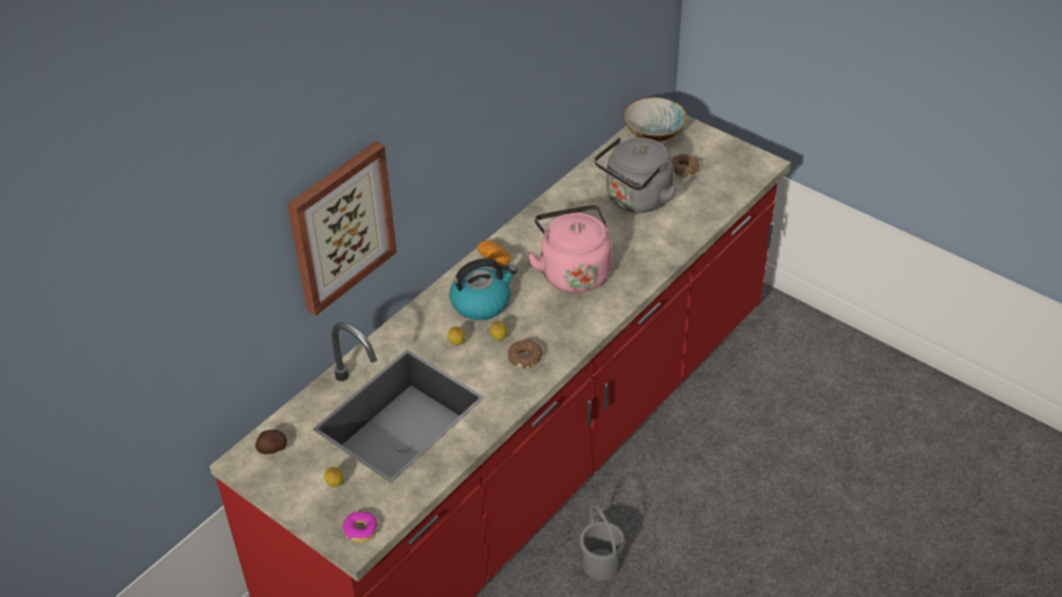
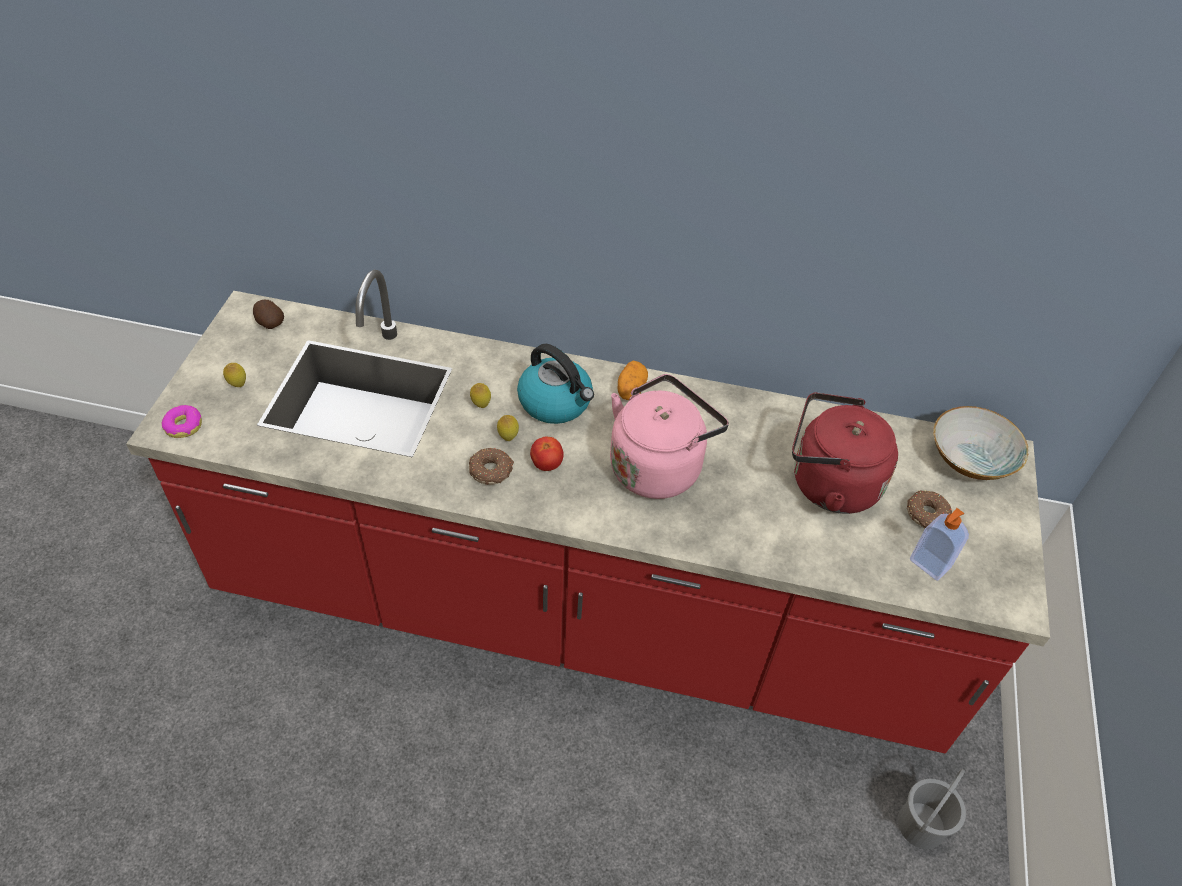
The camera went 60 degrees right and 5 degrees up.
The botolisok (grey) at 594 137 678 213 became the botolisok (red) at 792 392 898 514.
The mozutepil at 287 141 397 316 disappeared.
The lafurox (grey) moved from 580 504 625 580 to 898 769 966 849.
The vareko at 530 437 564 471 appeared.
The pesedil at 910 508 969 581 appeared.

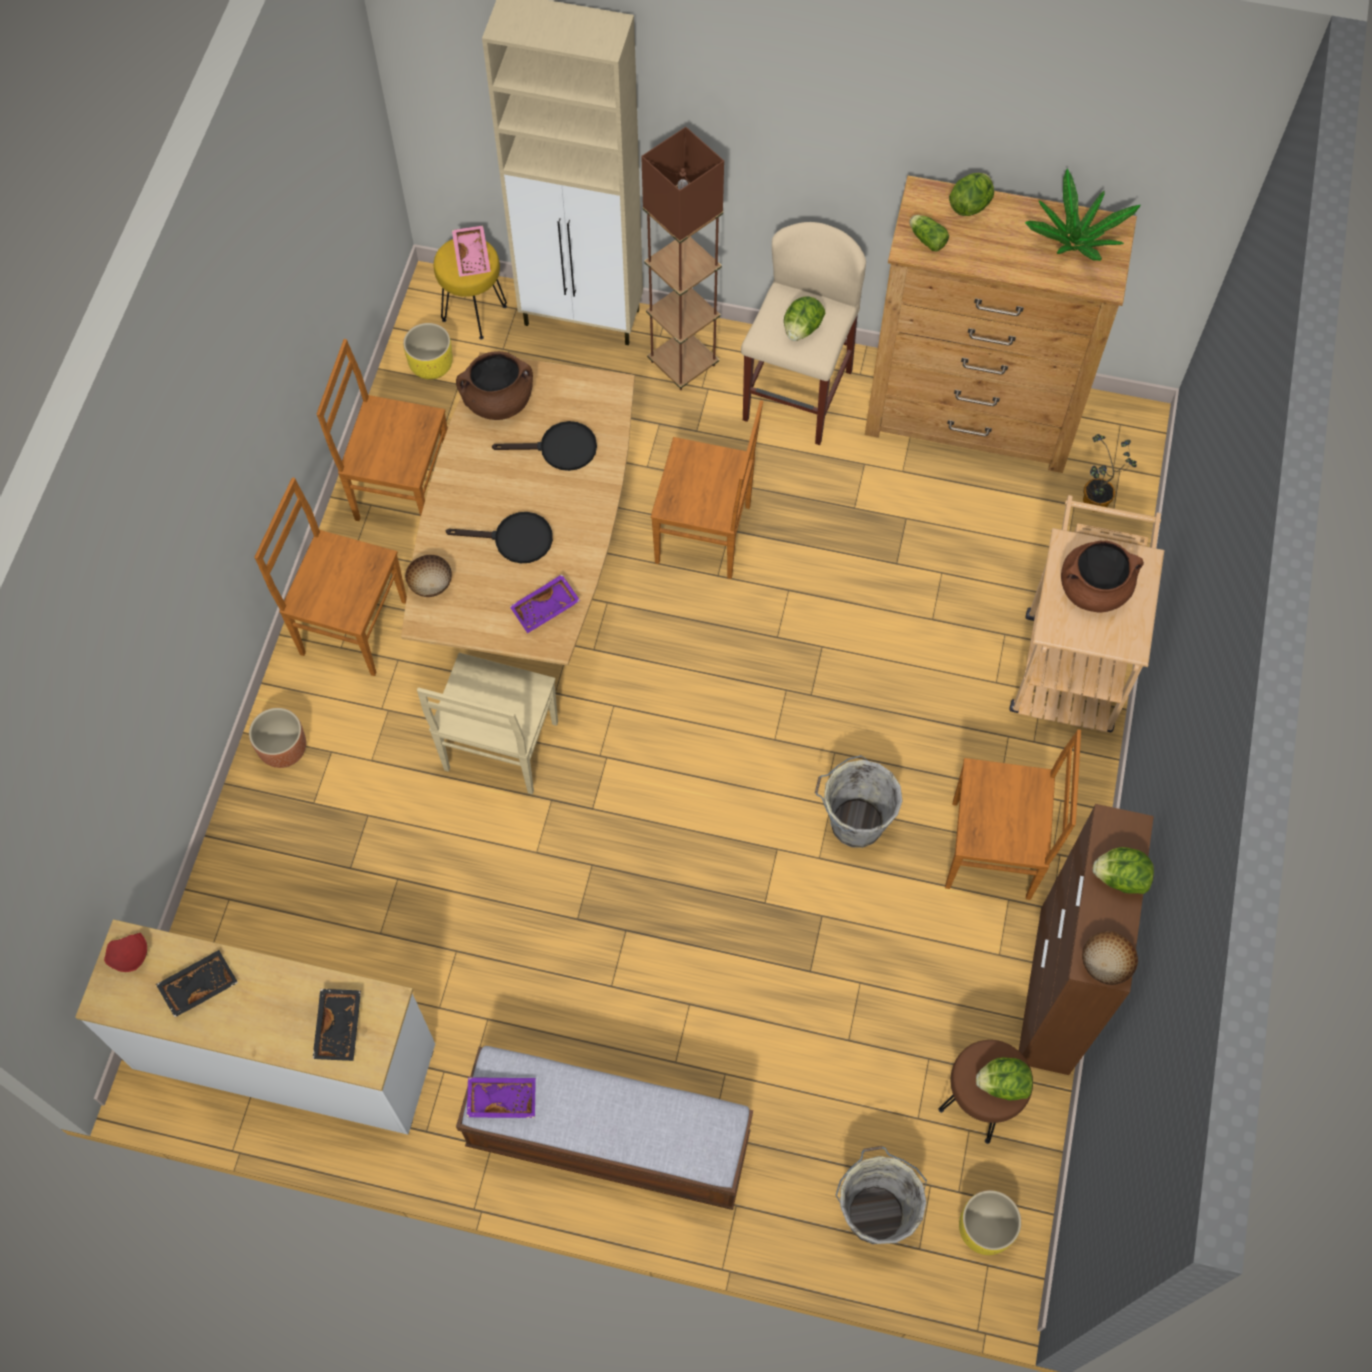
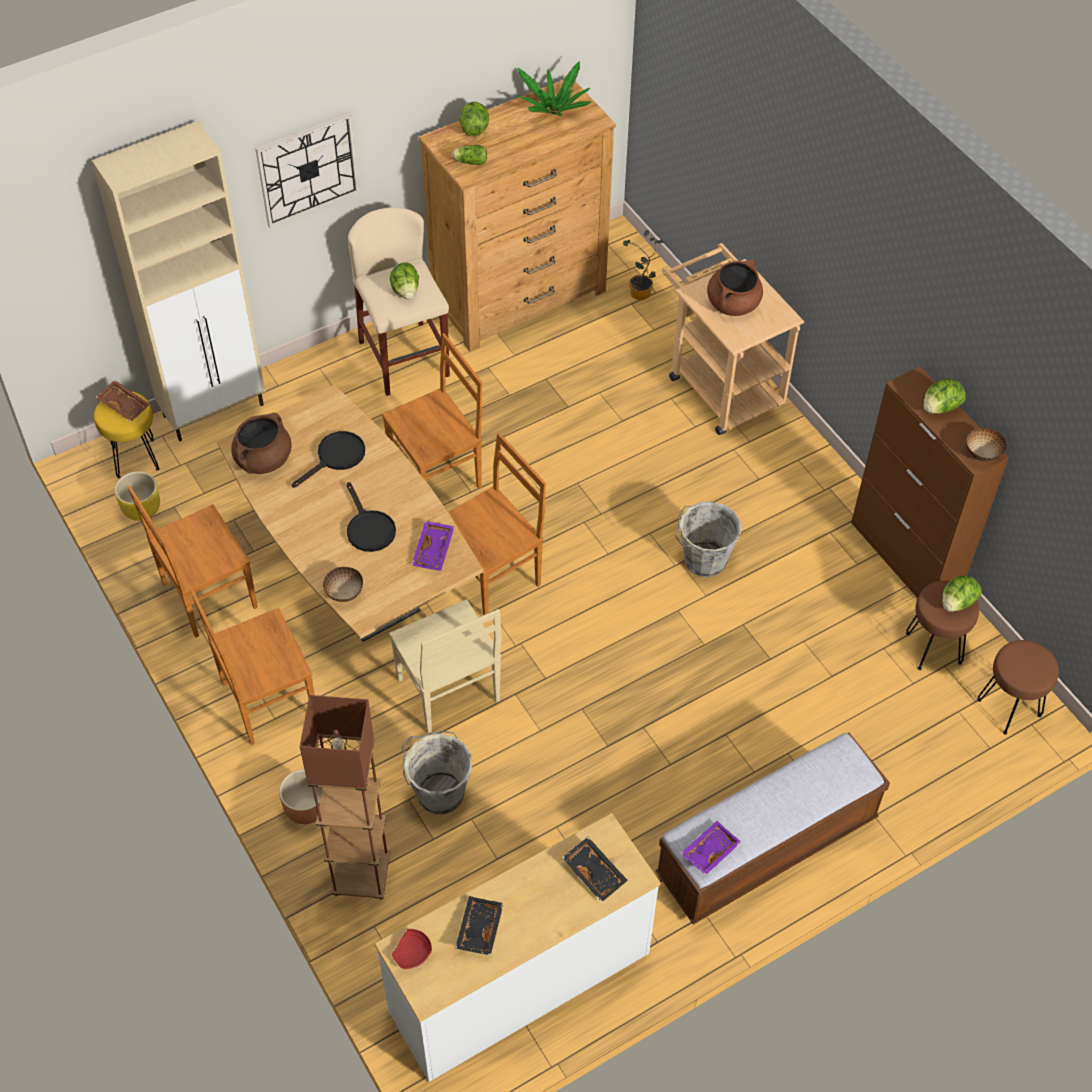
The camera went 45 degrees left and 10 degrees down.
The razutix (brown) moved from 641 127 724 390 to 300 695 391 900.
The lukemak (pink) at 452 226 491 277 became the lukemak (brown) at 96 380 150 422.
The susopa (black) at 446 512 553 563 turned 105 degrees clockwise.
The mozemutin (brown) moved from 945 729 1081 900 to 448 432 546 615.
The lafurox (grey) moved from 836 1146 927 1244 to 401 731 472 814.
The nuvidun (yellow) at 959 1190 1021 1255 was replaced by the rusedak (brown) at 977 640 1059 735.
The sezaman at 255 112 360 228 appeared.

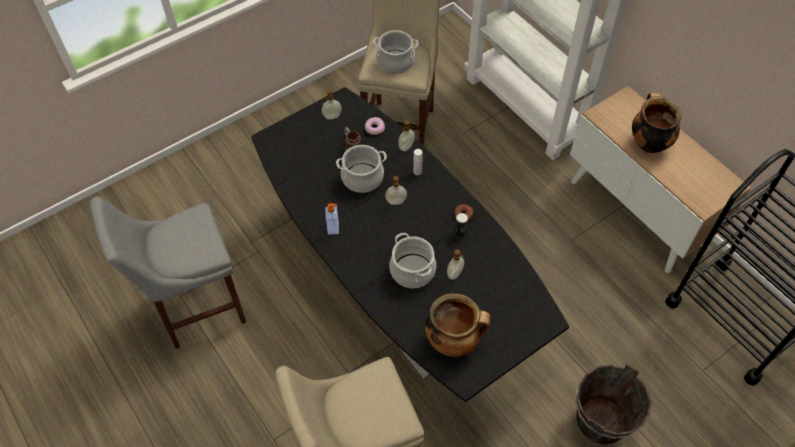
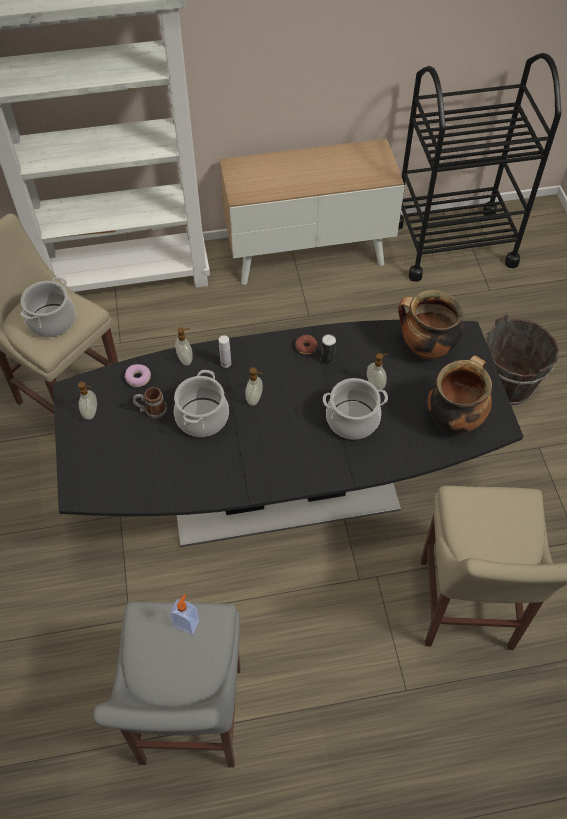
The camera went 65 degrees left and 0 degrees up.
The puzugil moved from 632 93 682 153 to 398 290 463 359.
The pesedil moved from 325 204 339 234 to 169 594 199 634.

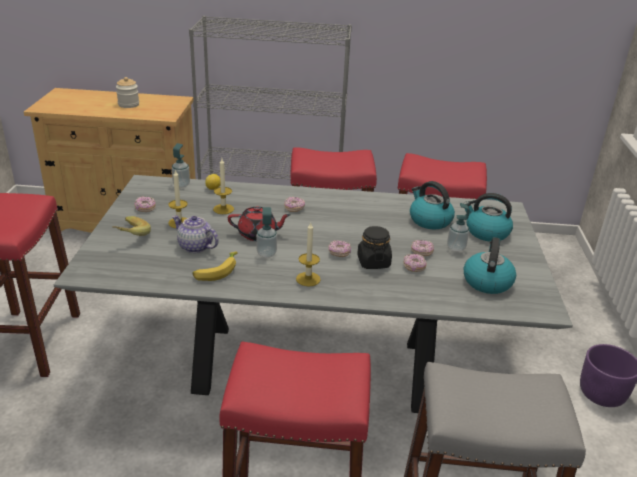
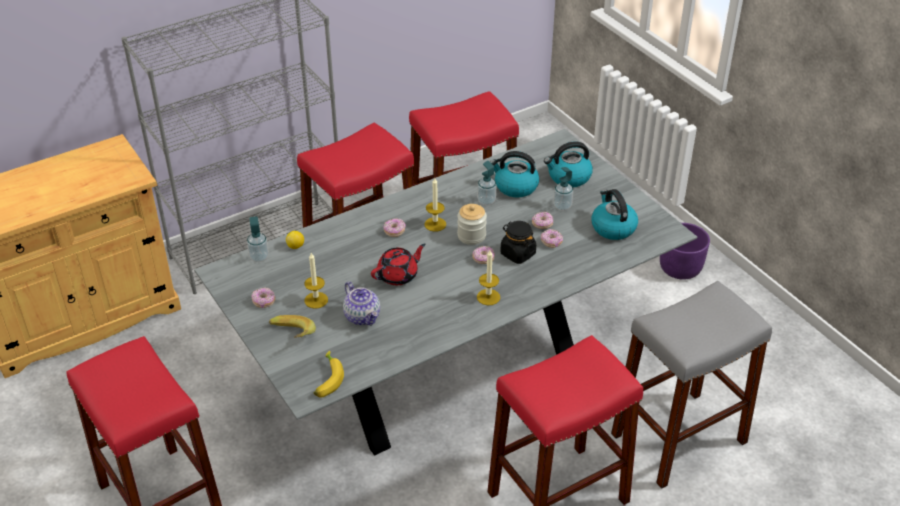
The camera went 35 degrees left and 10 degrees up.
The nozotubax moved from 116 77 139 108 to 457 204 487 245.
The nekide moved from 213 158 234 214 to 425 178 446 232.
The pesedil moved from 256 207 277 258 to 477 161 496 205.
The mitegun at 172 215 219 253 turned 120 degrees counterclockwise.
The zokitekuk moved from 193 251 238 281 to 314 350 344 398.

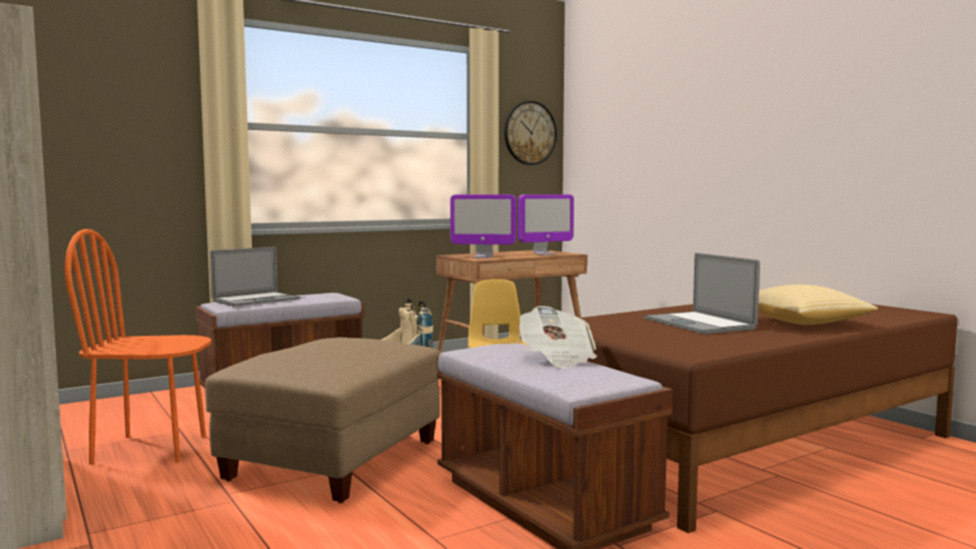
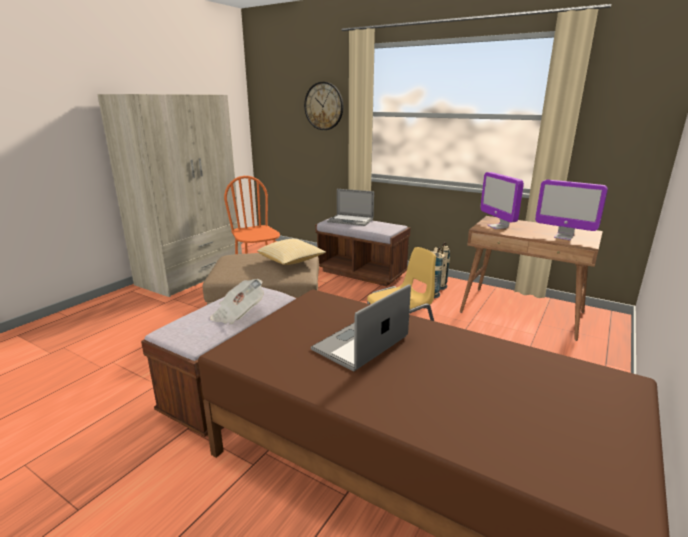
The camera went 65 degrees right and 15 degrees up.
The sezaman moved from 504 101 557 165 to 304 82 343 130.
The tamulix moved from 758 285 878 325 to 257 239 326 265.

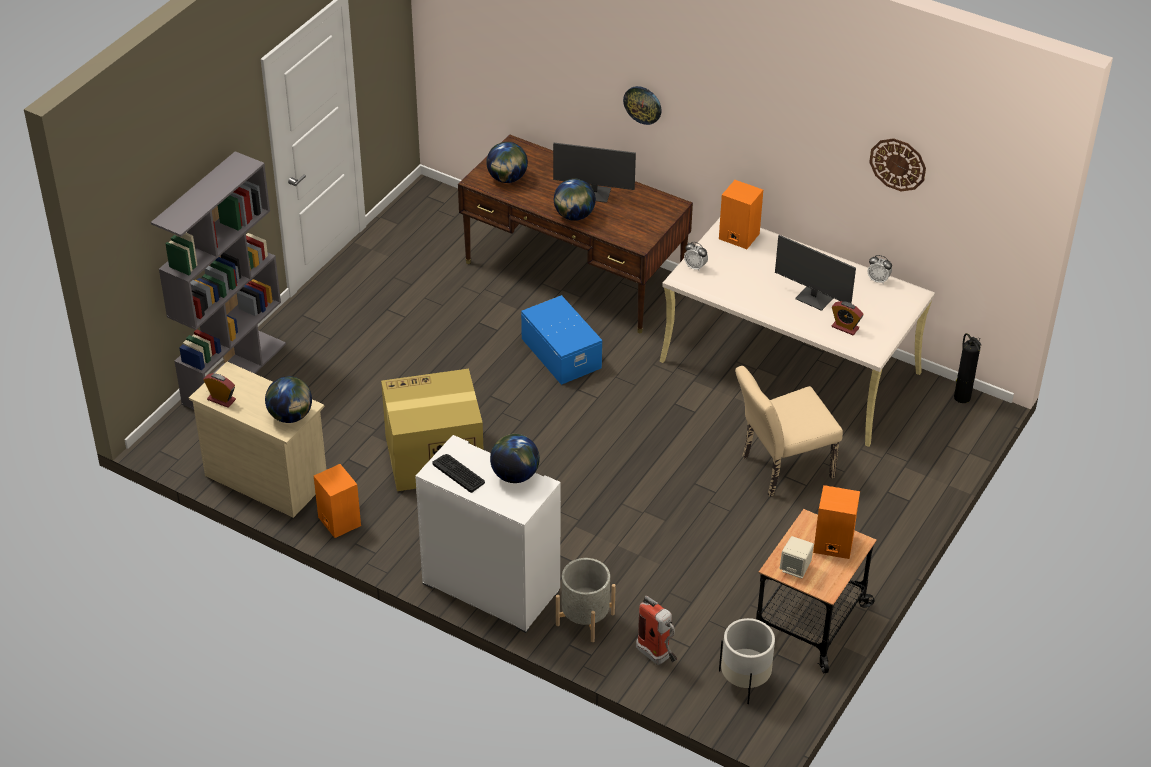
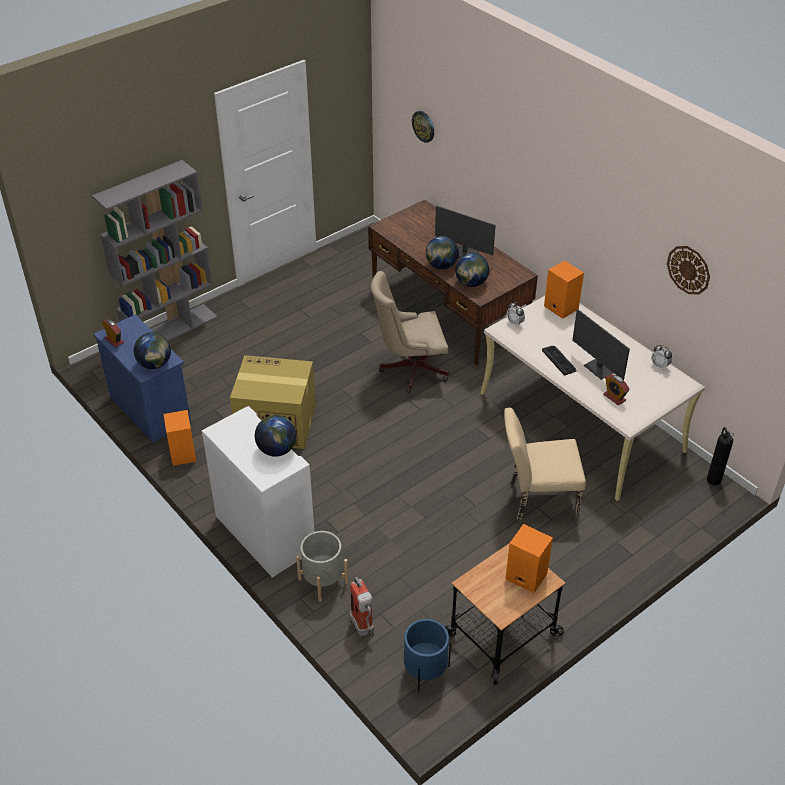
The camera went 20 degrees right and 0 degrees up.
The sezaman moved from 623 86 662 125 to 412 111 434 143.
The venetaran moved from 486 142 528 183 to 455 253 489 287.
The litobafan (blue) at 521 295 602 385 was replaced by the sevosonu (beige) at 371 271 449 393.
The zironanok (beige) at 189 362 326 518 became the zironanok (blue) at 94 315 191 443.
The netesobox moved from 432 454 485 493 to 542 346 577 375.
The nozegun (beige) at 780 536 814 579 disappeared.
The nuvidun (white) at 719 618 775 704 became the nuvidun (blue) at 404 619 451 692.

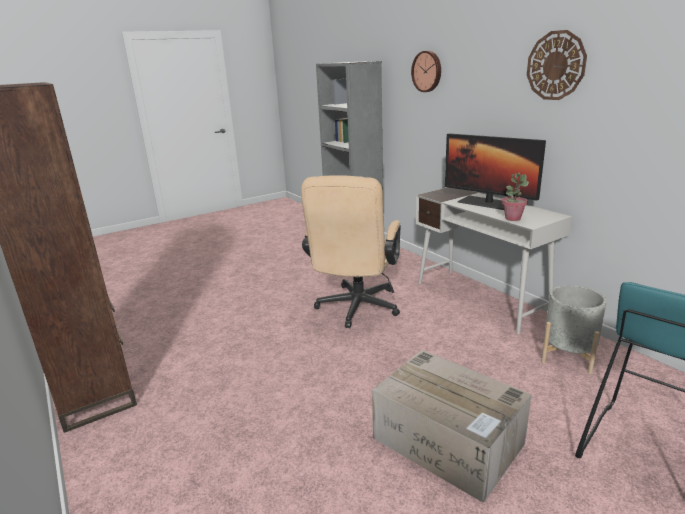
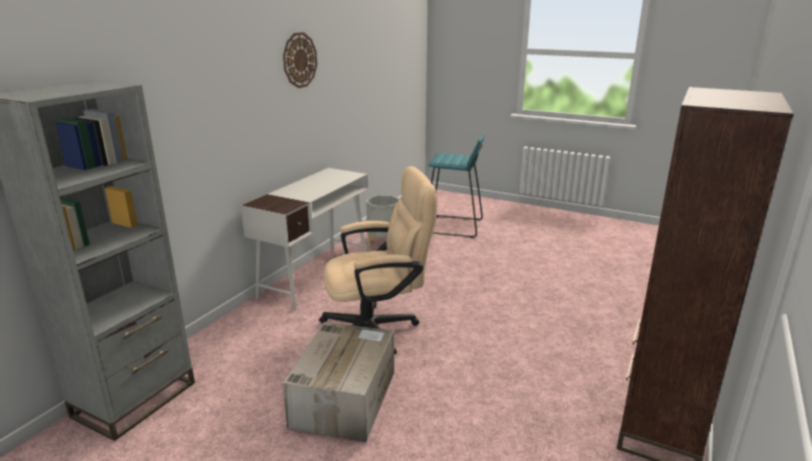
The camera went 120 degrees left and 0 degrees up.
The sezaman at 411 51 441 92 disappeared.
The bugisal at 445 133 546 210 disappeared.
The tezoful at 502 173 529 221 disappeared.
The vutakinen moved from 372 350 532 503 to 283 322 394 443.

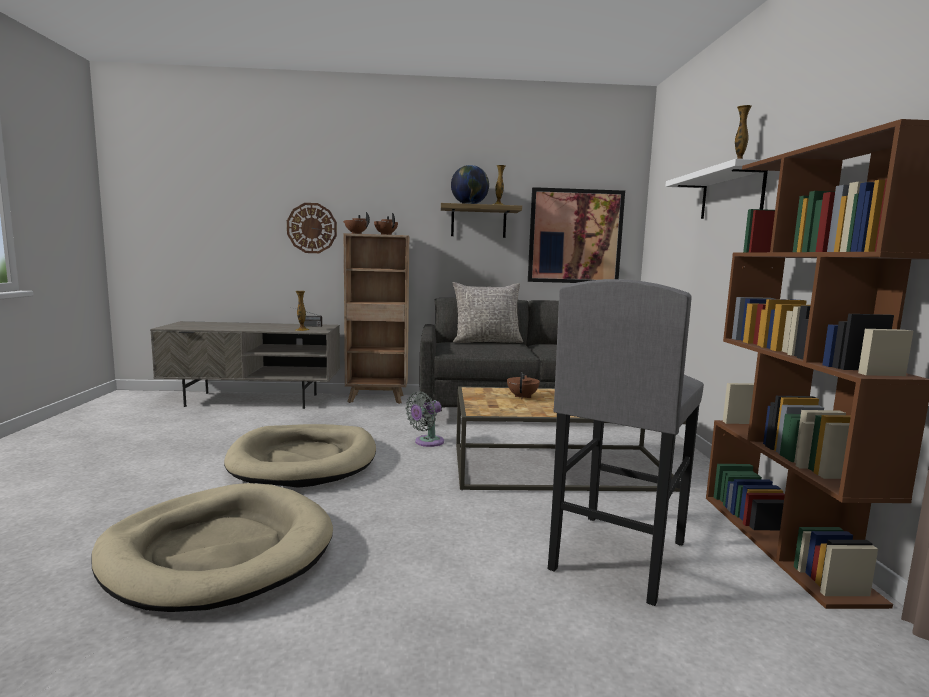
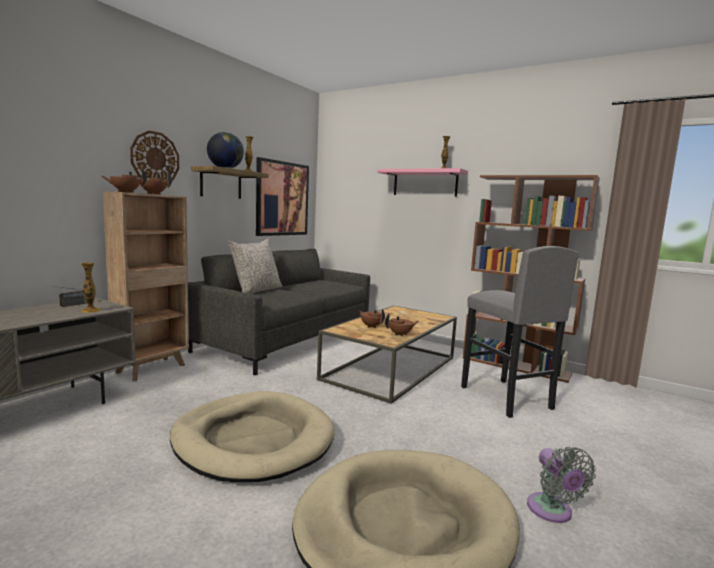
The camera went 55 degrees left and 0 degrees up.
The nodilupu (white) at 665 159 768 219 became the nodilupu (pink) at 377 168 468 196.
The sezaman moved from 287 203 337 253 to 130 131 179 181.
The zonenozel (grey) moved from 405 391 444 447 to 527 447 596 523.
The mitegun (brown) at 385 314 419 337 appeared.

